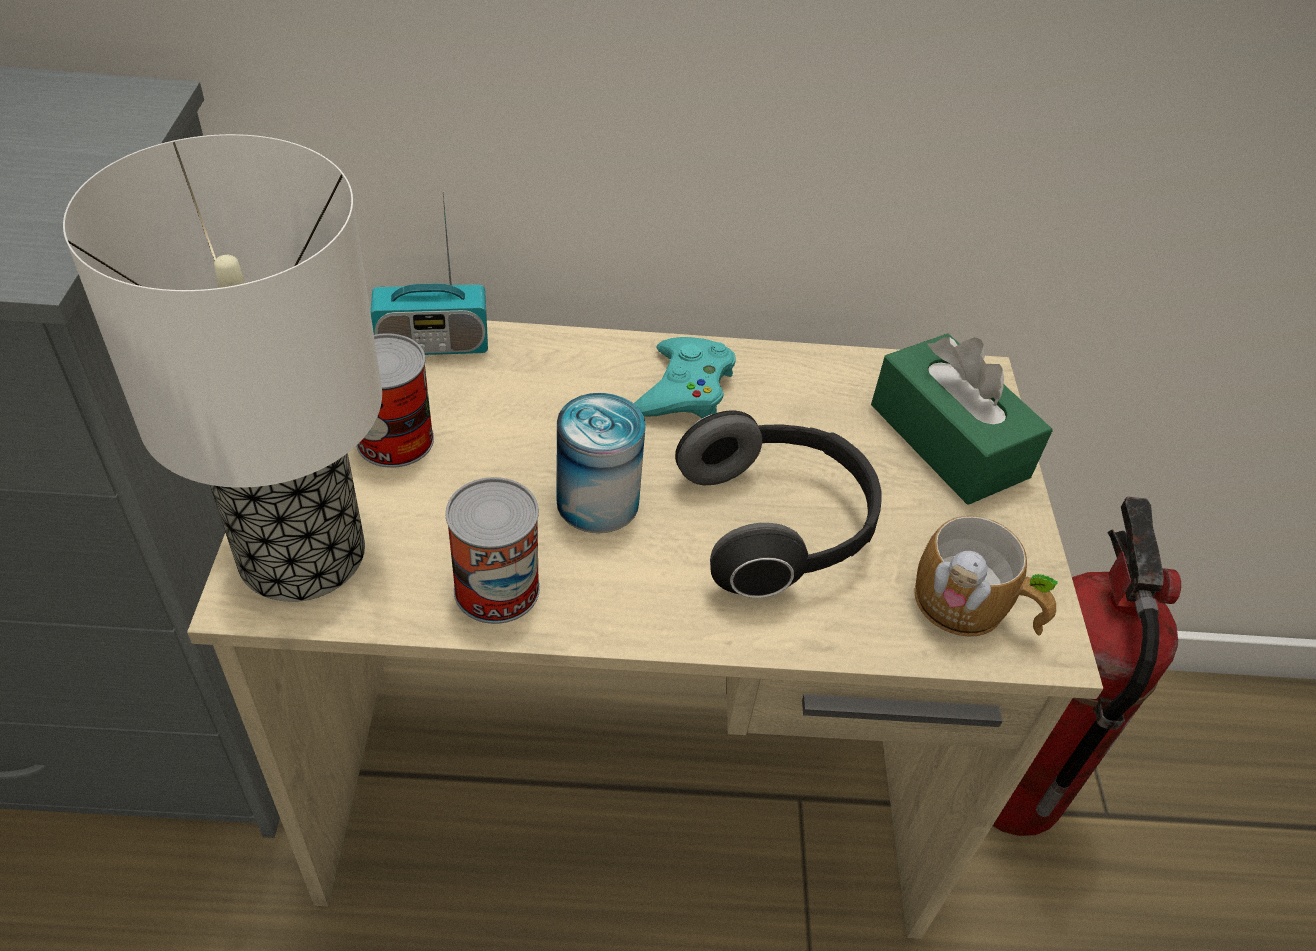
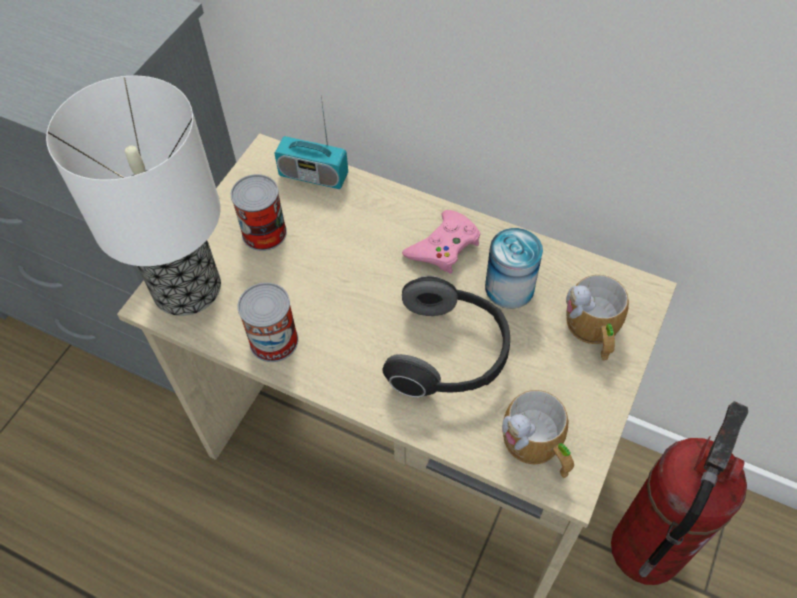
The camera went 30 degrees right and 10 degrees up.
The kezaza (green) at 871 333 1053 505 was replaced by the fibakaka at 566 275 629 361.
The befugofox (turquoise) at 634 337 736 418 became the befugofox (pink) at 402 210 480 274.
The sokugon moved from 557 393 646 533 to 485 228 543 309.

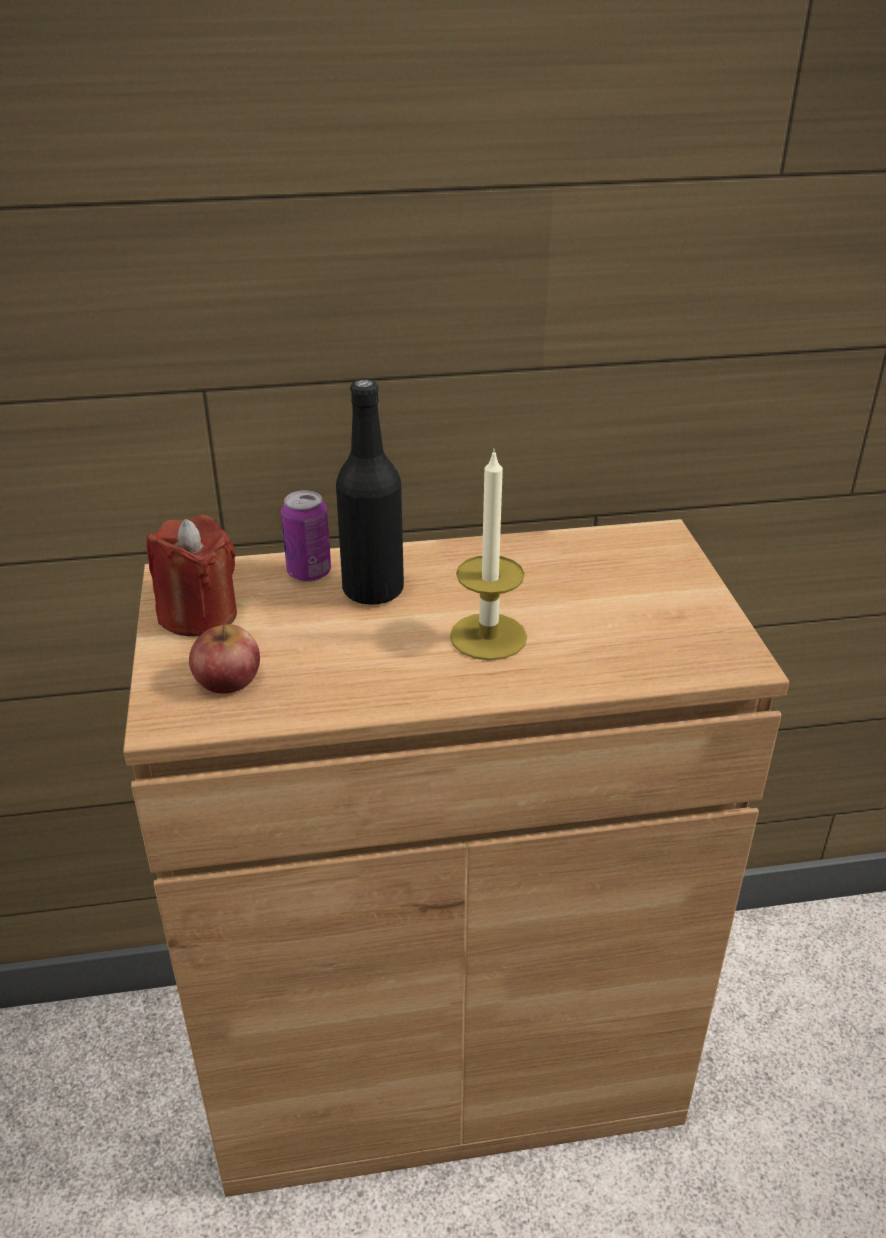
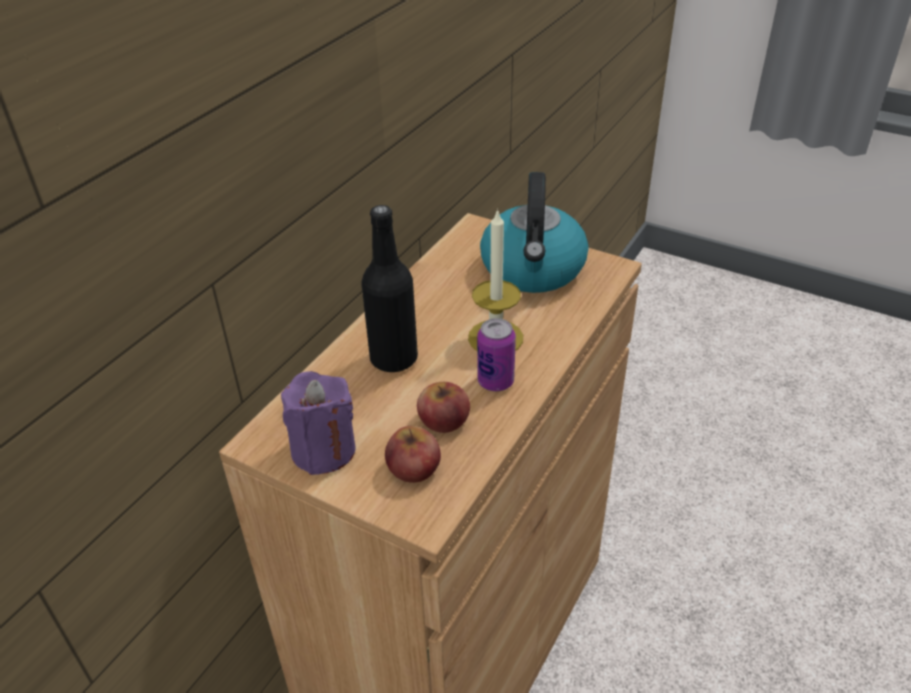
The camera went 50 degrees left and 5 degrees up.
The sokugon moved from 281 490 331 582 to 477 318 516 391.
The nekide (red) at 147 515 237 637 became the nekide (purple) at 281 371 355 475.
The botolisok at 480 172 588 293 appeared.
The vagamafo at 417 382 470 433 appeared.

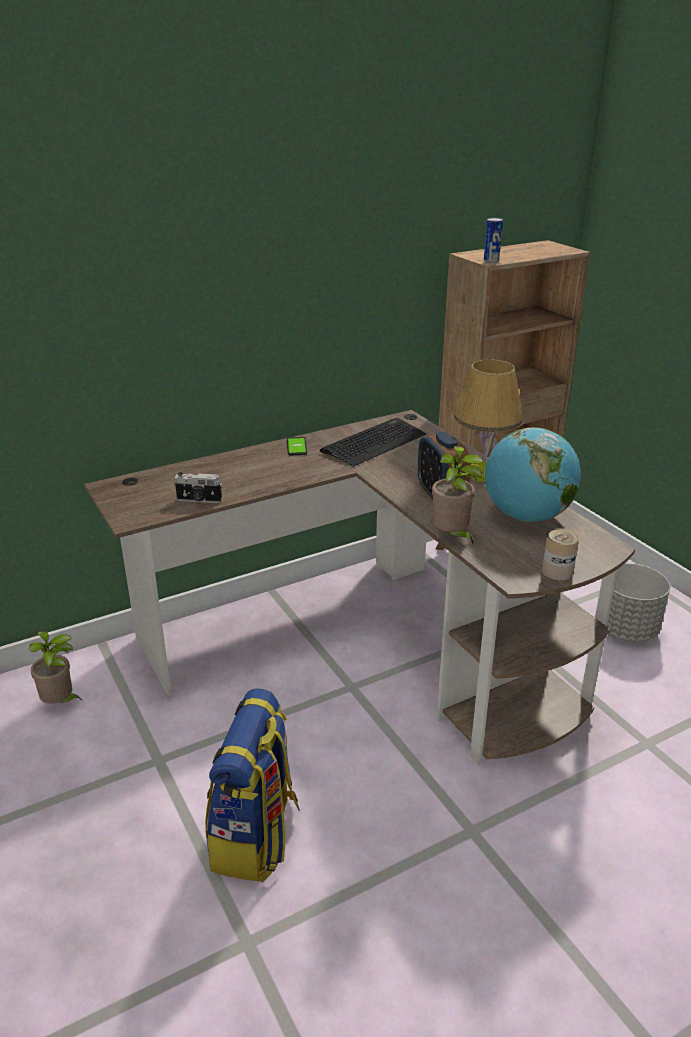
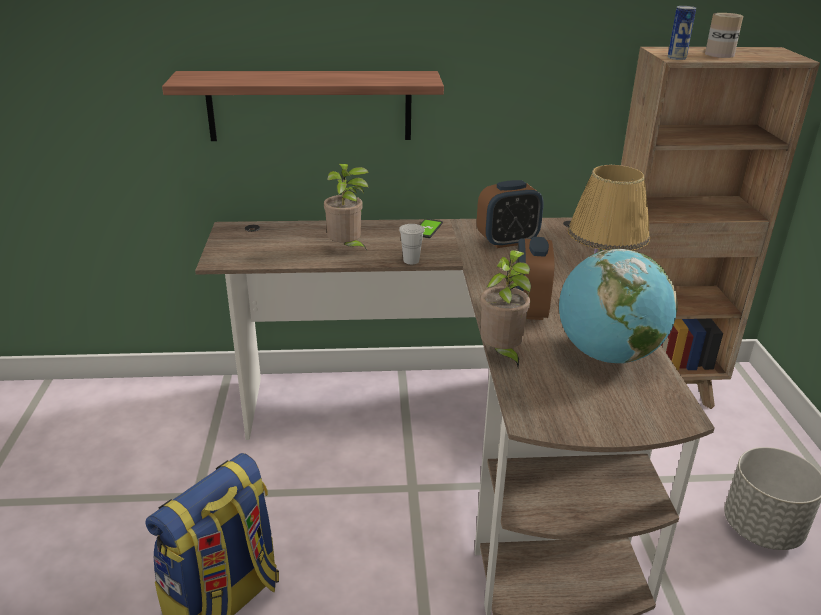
The camera went 25 degrees right and 0 degrees up.
The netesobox at 320 418 426 467 was replaced by the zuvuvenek at 477 180 544 248.
The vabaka at 174 472 222 503 disappeared.
The sokugon moved from 542 529 579 580 to 705 13 743 58.
The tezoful moved from 29 631 82 704 to 324 164 369 252.
The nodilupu at 162 71 444 141 appeared.
The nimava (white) at 399 224 425 264 appeared.

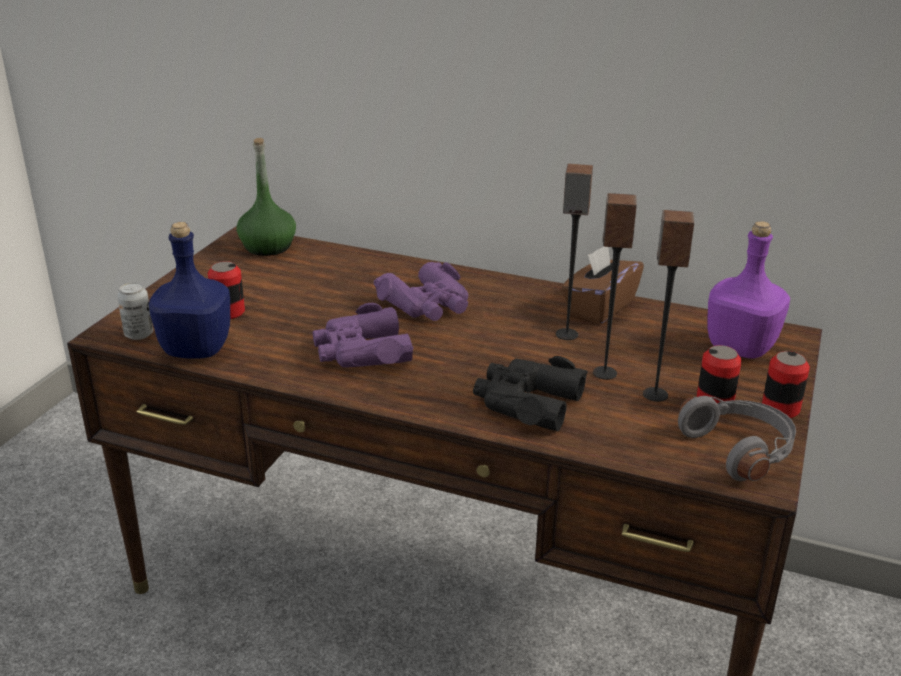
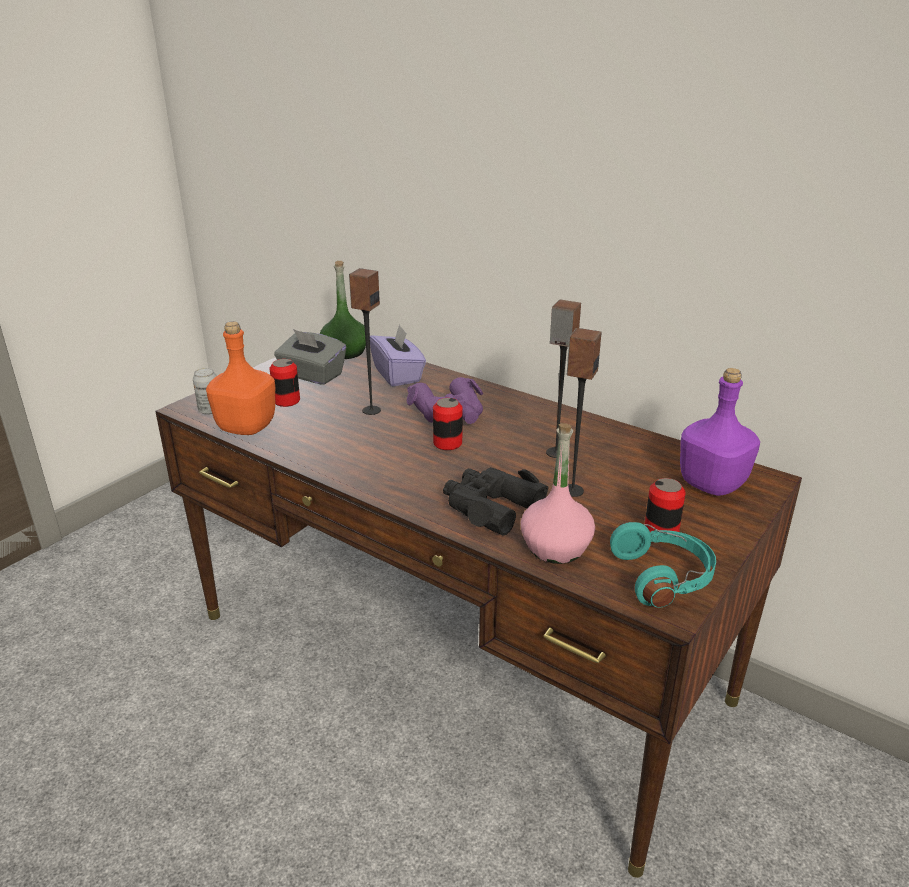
The camera went 15 degrees right and 0 degrees up.
The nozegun moved from 643 210 694 402 to 349 268 381 415.
The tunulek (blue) at 149 222 230 359 became the tunulek (orange) at 206 321 275 435.
The kezaza (brown) at 561 247 644 324 disappeared.
The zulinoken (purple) at 313 303 414 367 disappeared.
The sokugon moved from 762 351 810 418 to 433 398 463 450.
The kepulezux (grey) at 678 396 796 481 became the kepulezux (turquoise) at 610 522 716 608.
The kezaza (purple) at 370 324 426 386 appeared.
The kezaza (grey) at 274 329 346 385 appeared.
The tunulek (pink) at 521 423 595 564 appeared.

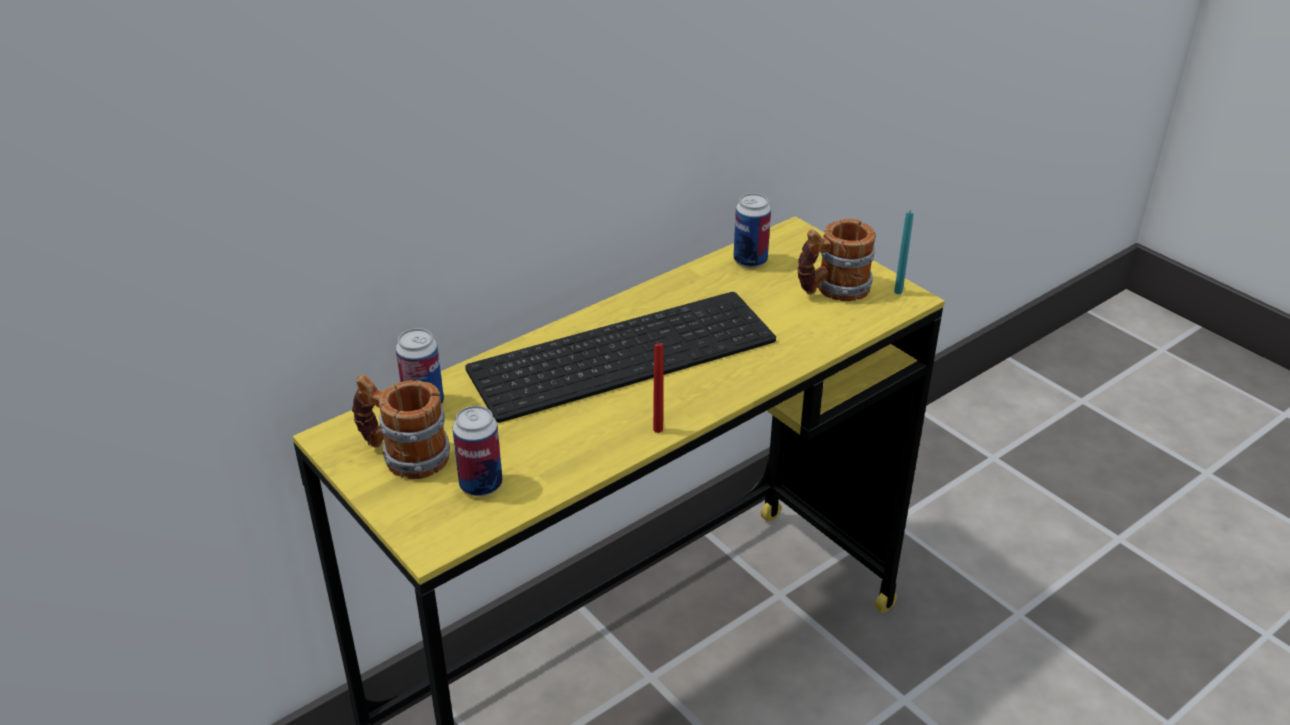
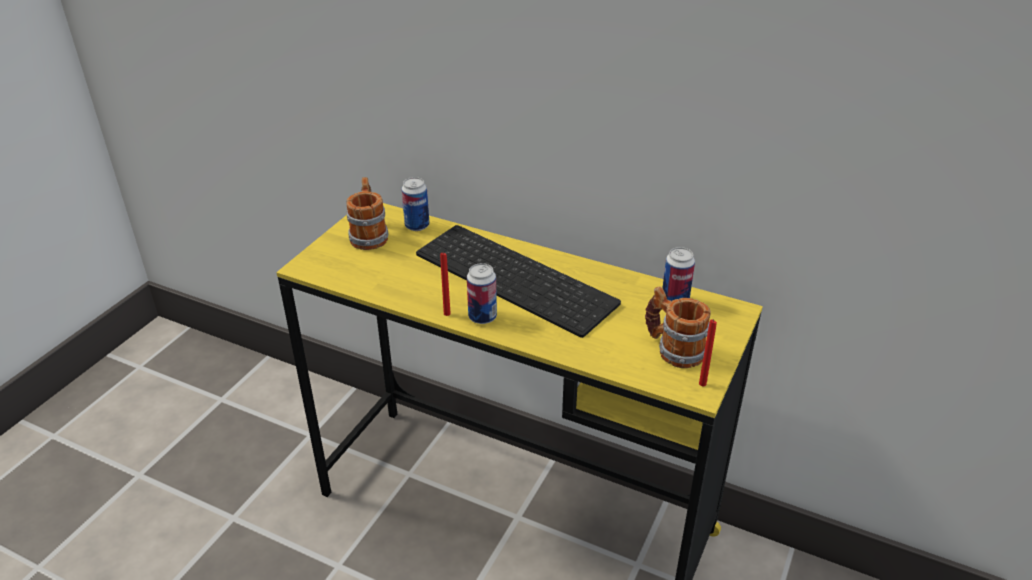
The camera went 65 degrees right and 0 degrees up.
The nekide (turquoise) at 894 212 914 294 became the nekide (red) at 699 319 717 386.
The sokugon moved from 453 406 503 496 to 467 263 497 324.

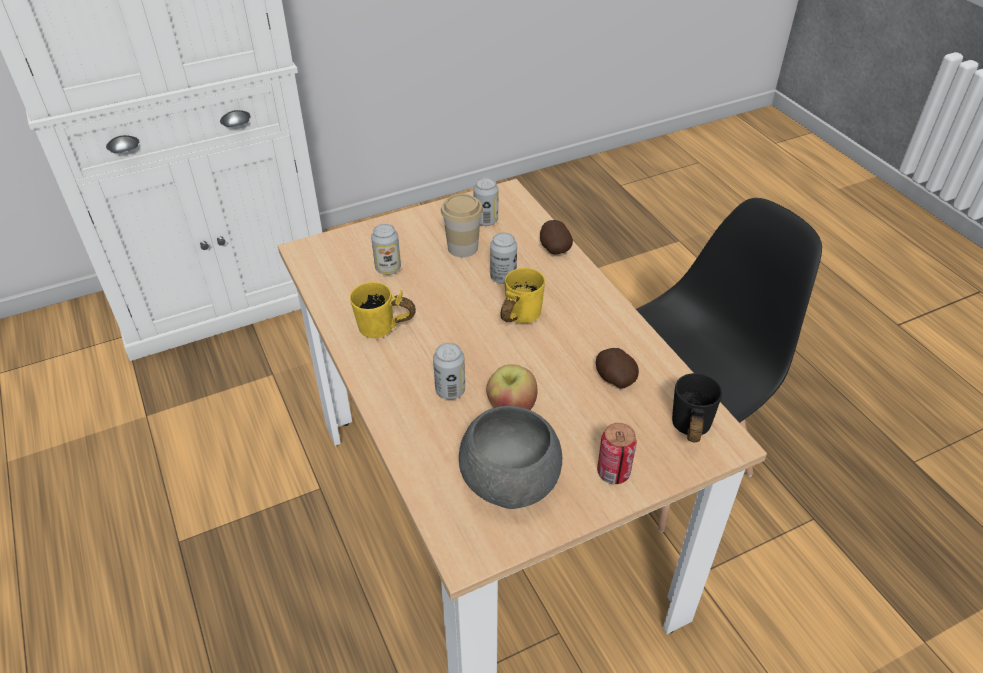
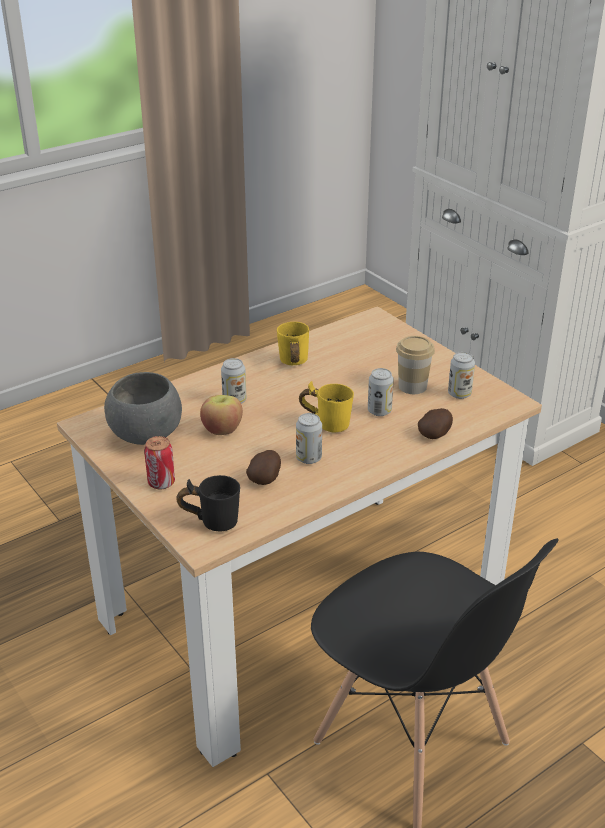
The camera went 80 degrees right and 10 degrees down.
The sokugon moved from 371 224 401 275 to 296 413 322 464.

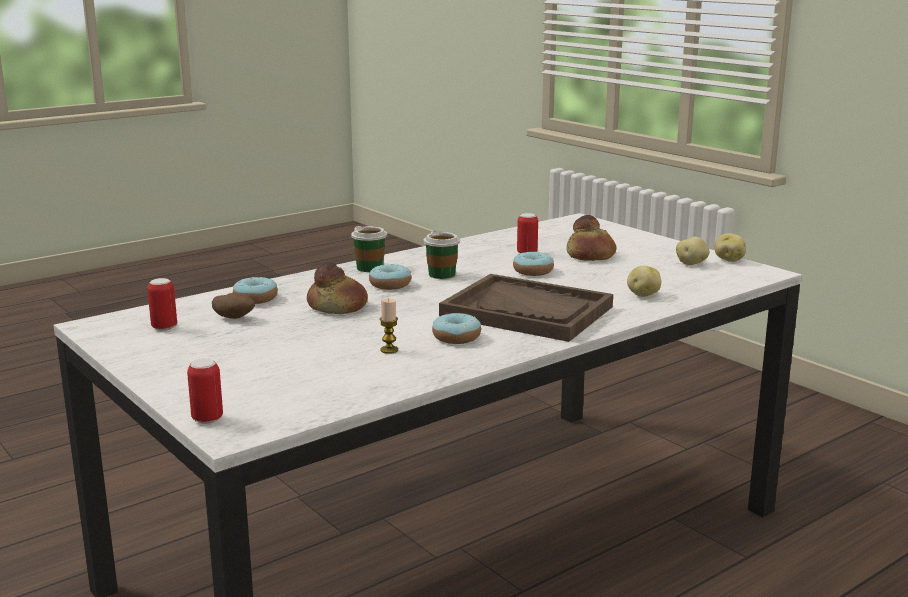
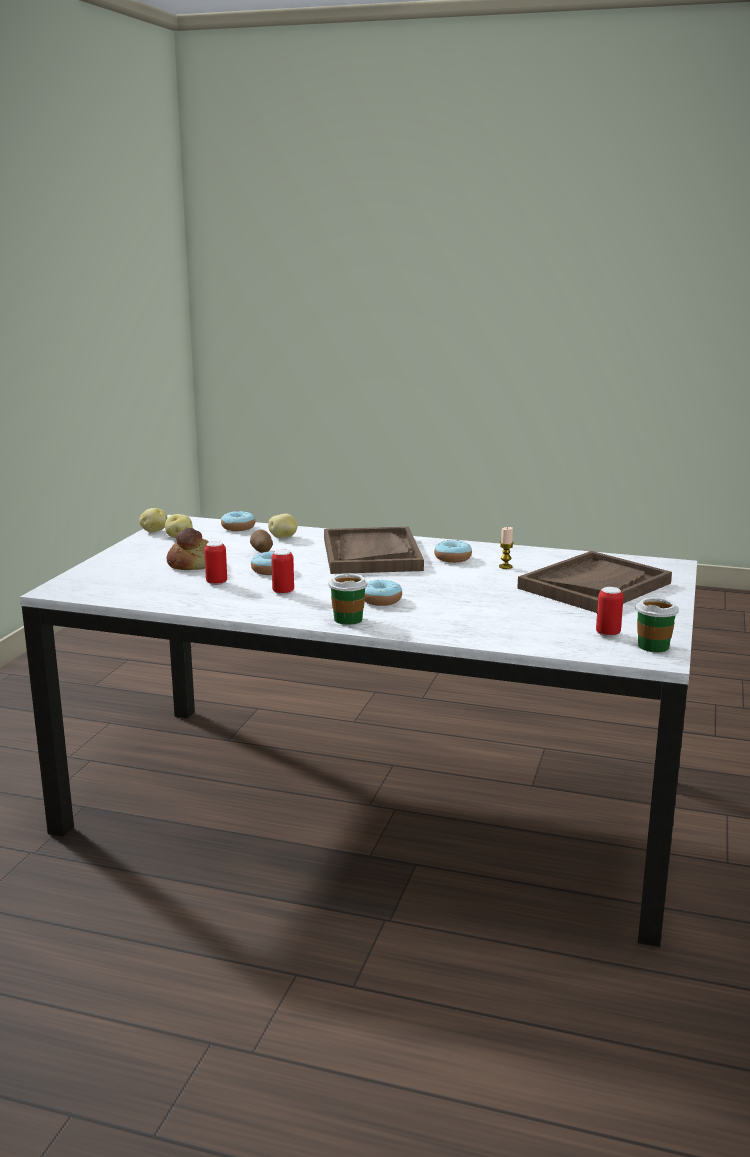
The camera went 125 degrees left and 0 degrees up.
The nimava moved from 424 230 460 279 to 635 597 679 652.
The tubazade at 307 262 368 314 disappeared.
The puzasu moved from 233 277 278 304 to 221 511 255 531.
The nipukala moved from 212 293 255 319 to 250 530 273 553.
The sokugon moved from 187 359 223 424 to 271 549 294 595.
The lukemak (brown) at 517 551 672 613 appeared.

